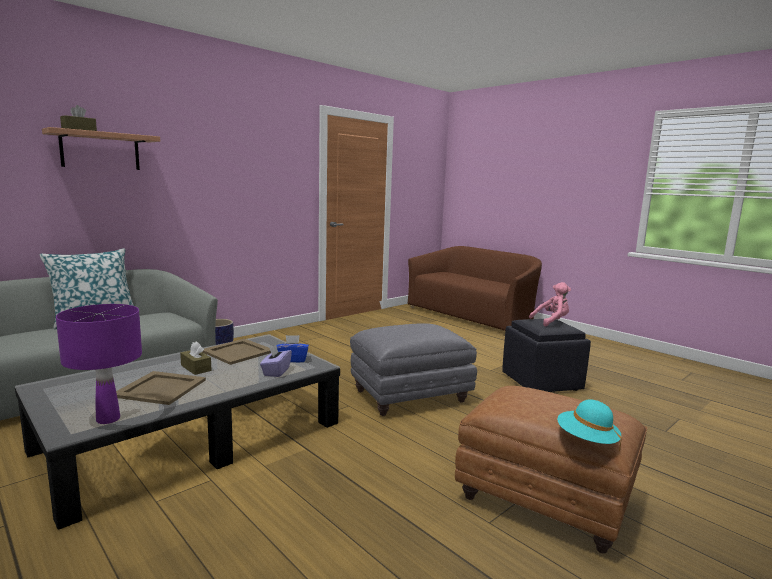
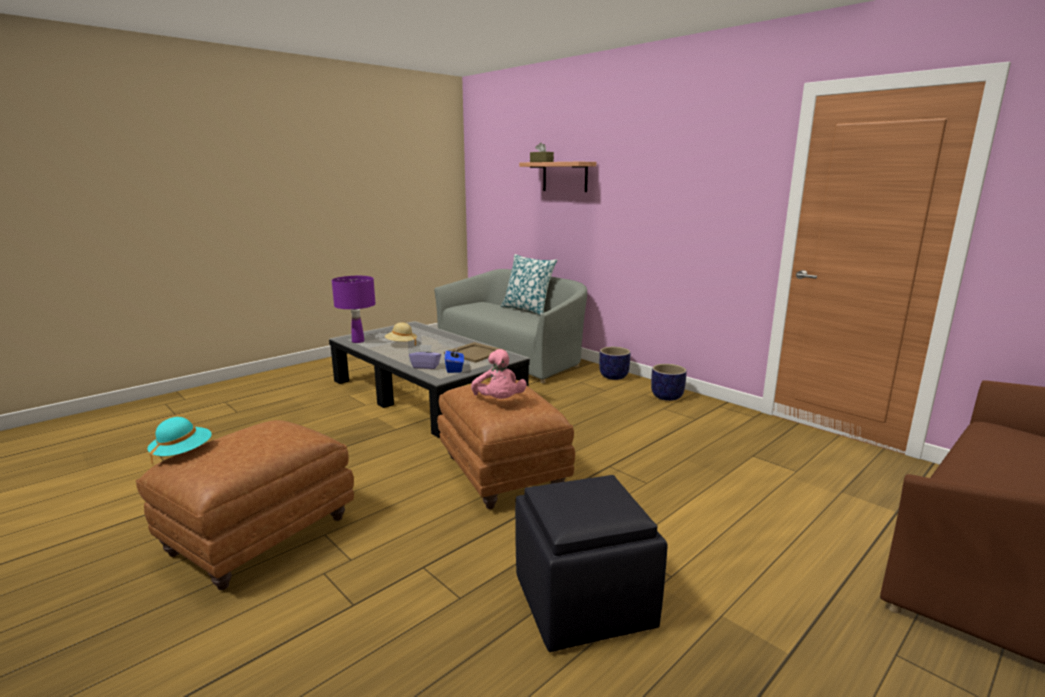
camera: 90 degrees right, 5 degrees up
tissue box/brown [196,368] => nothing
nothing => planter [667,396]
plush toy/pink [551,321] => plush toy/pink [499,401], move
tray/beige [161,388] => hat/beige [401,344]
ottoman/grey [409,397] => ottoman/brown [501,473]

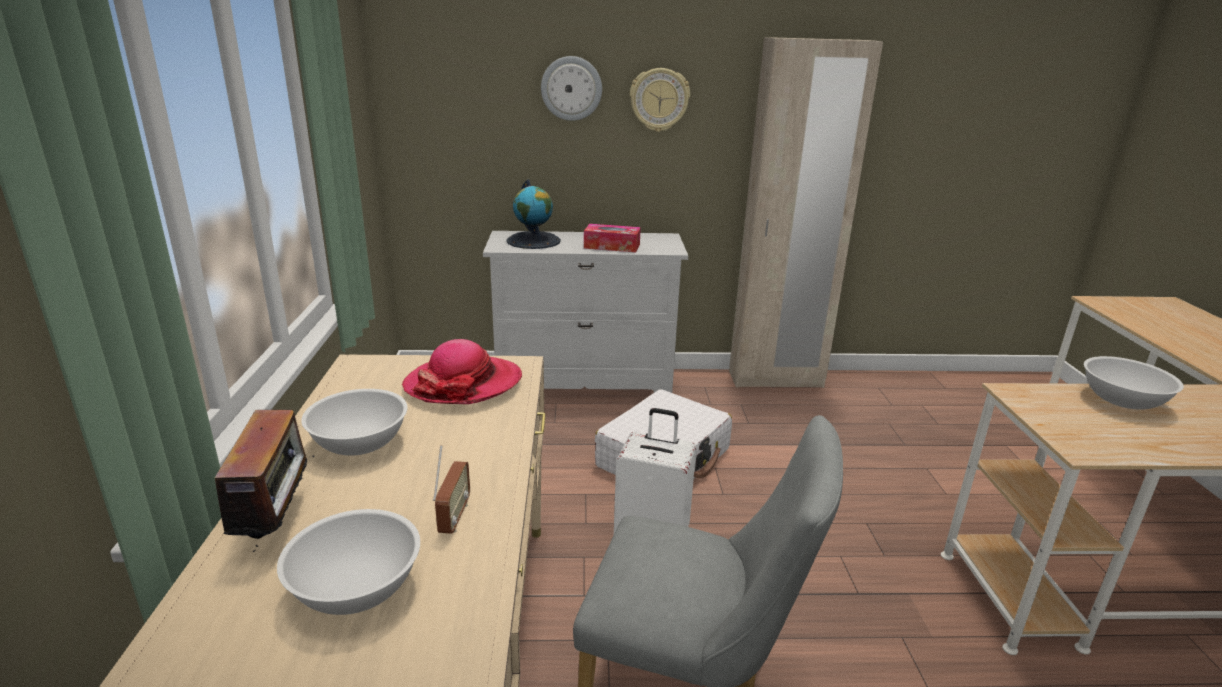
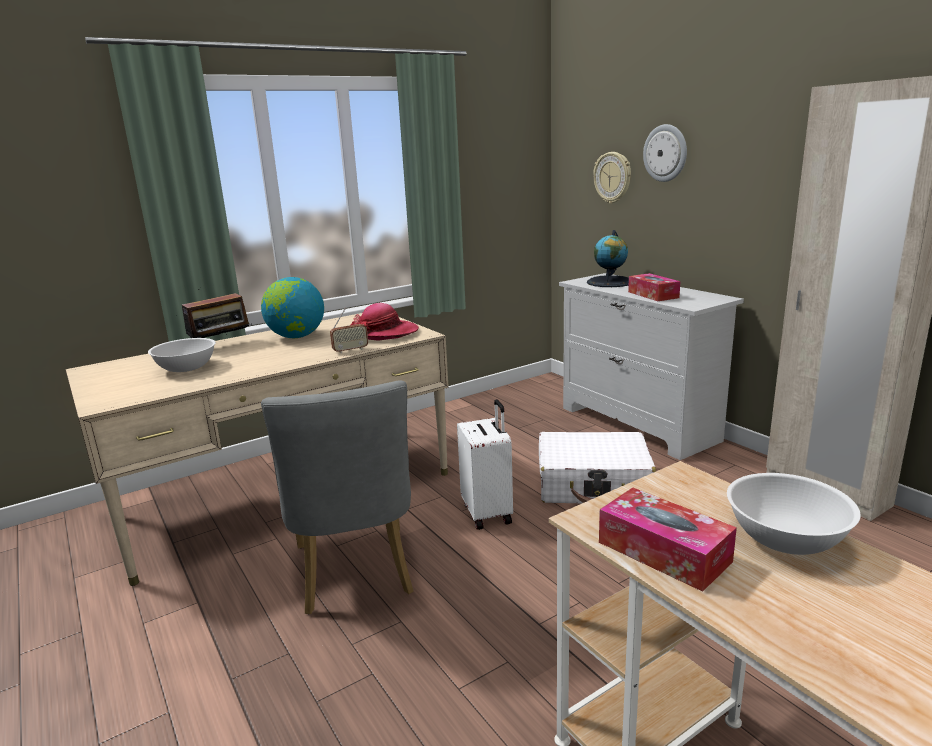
camera: 60 degrees right, 5 degrees down
nothing => tissue box [663,552]
radio [454,518] => radio [350,350], move
wall clock [659,100] => wall clock [613,177], move
bowl/white [359,444] => globe [296,337]

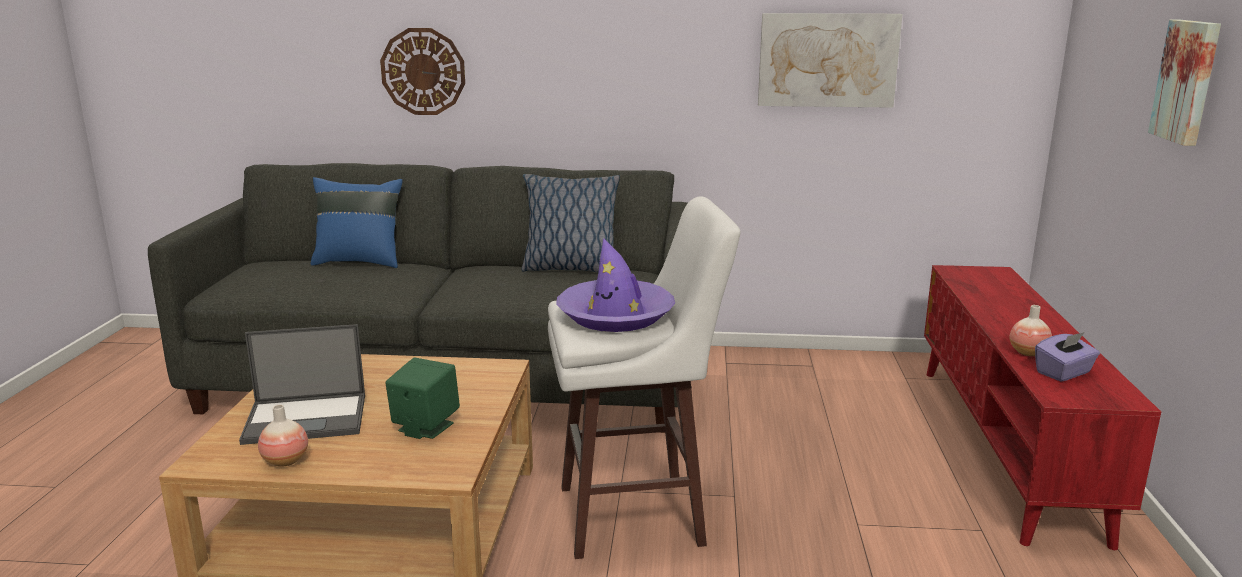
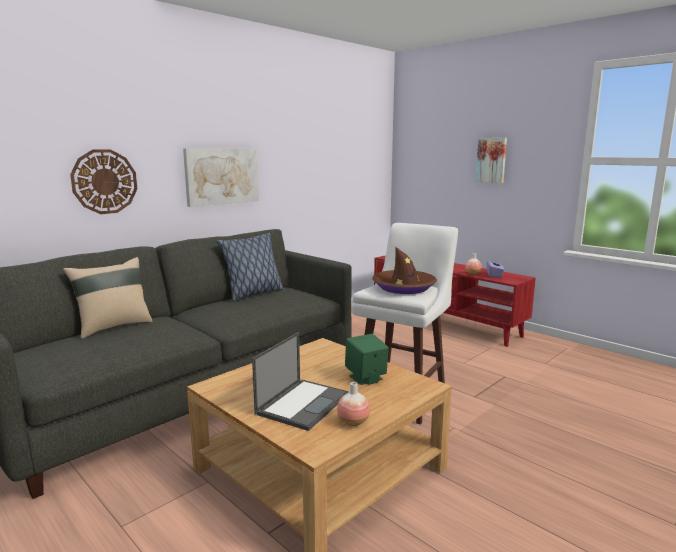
camera: 50 degrees left, 5 degrees down
picture [827,60] => picture [222,176], move
pillow/blue [360,262] => pillow/beige [113,326]
hat/purple [615,316] => hat/brown [404,287]

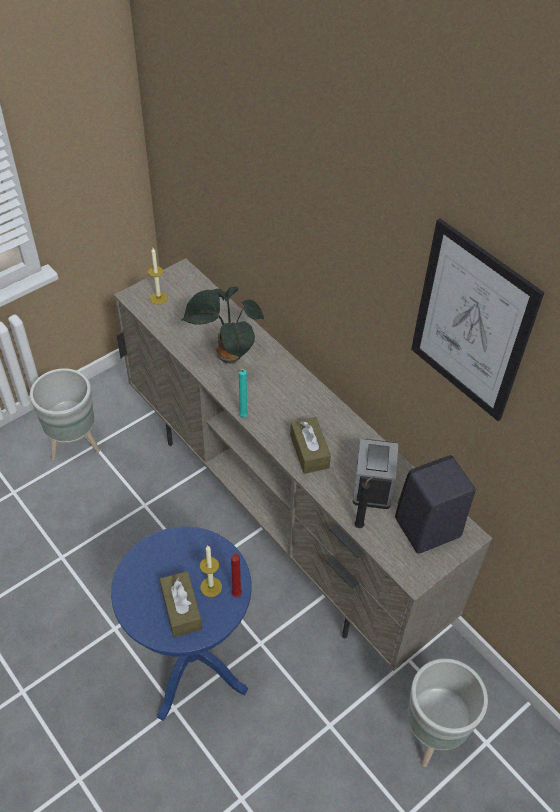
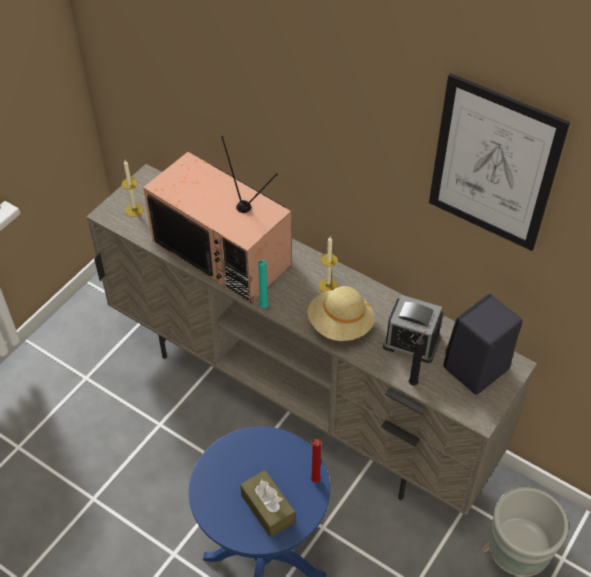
camera: 15 degrees left, 0 degrees up
planter/grey [73,445] => nothing
candle [211,587] => candle [328,285], move
potted plant [226,356] => television [224,252]
tissue box/brown [309,451] => hat/beige [340,325]
alarm clock [372,485] => alarm clock [411,342], 60 degrees counterclockwise

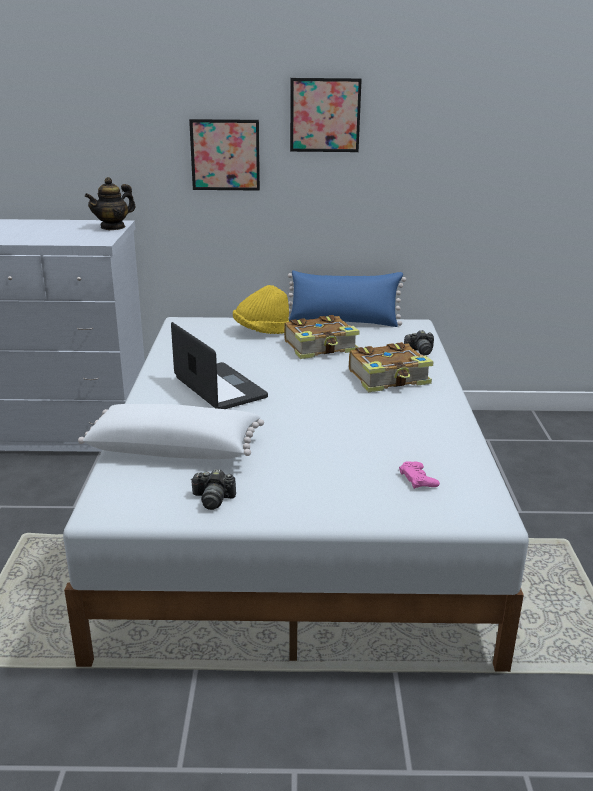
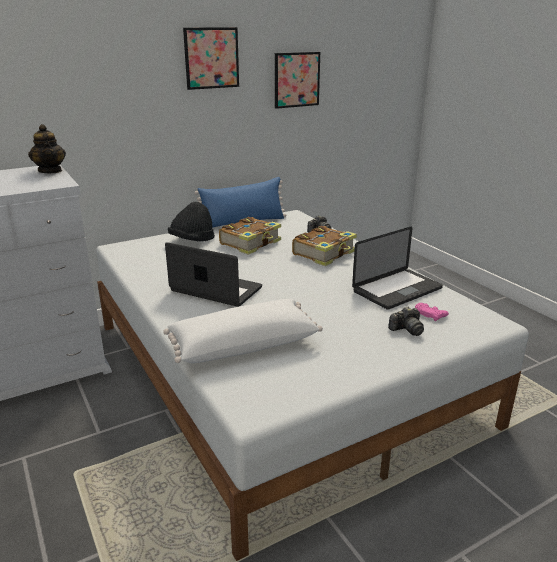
camera: 30 degrees left, 0 degrees up
nothing => laptop [397,290]
picture [225,155] => picture [296,80], move
photo camera [213,499] => photo camera [407,330], move
hat/yellow [262,331] => hat/black [192,241]
teapot [113,227] => teapot [50,171], 45 degrees counterclockwise

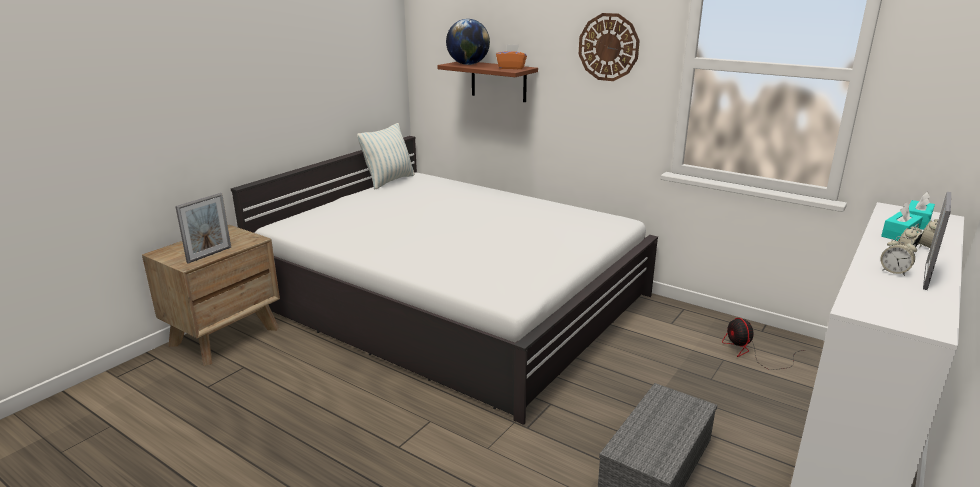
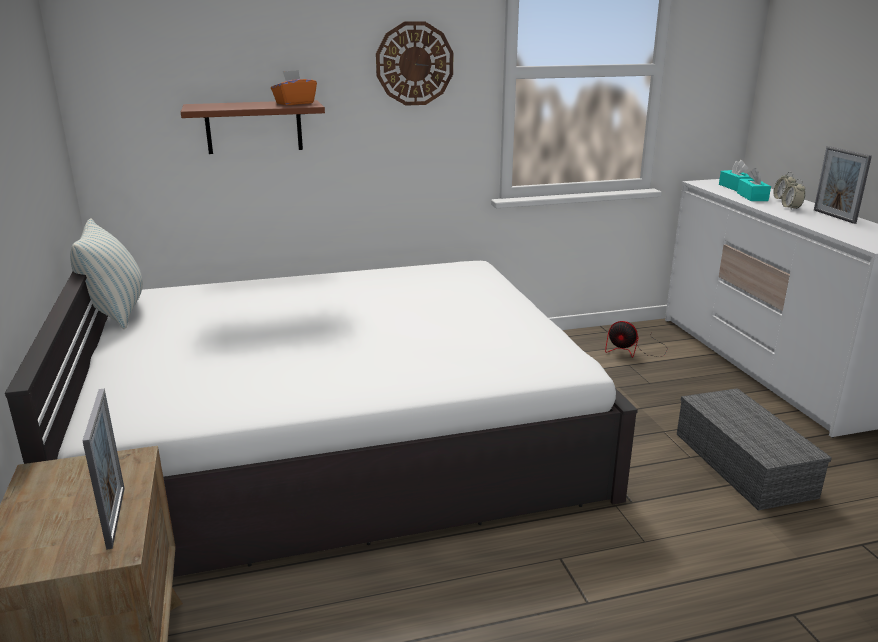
camera: 50 degrees left, 0 degrees up
globe [468,64] => nothing
alarm clock [894,272] => nothing

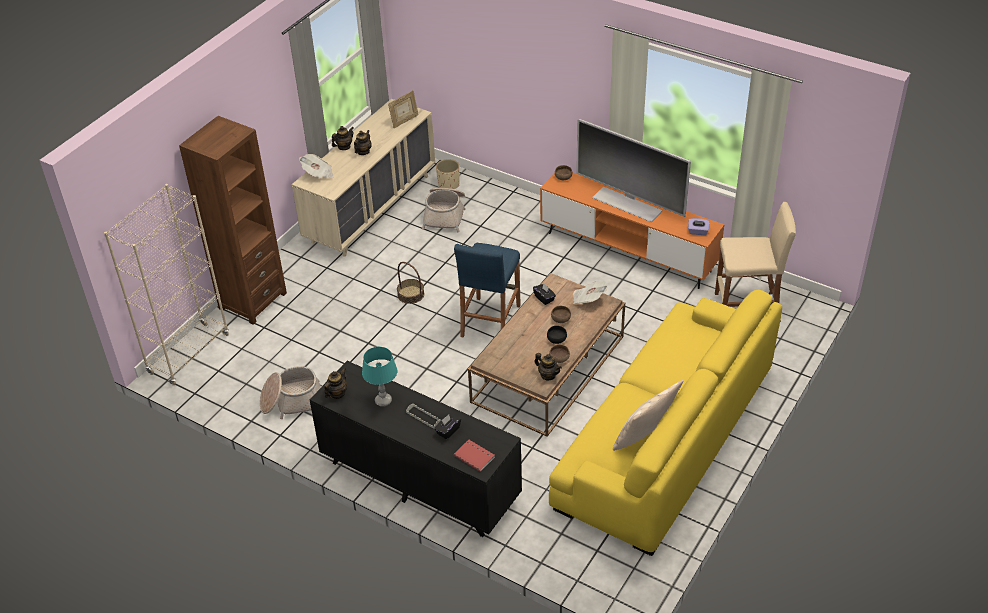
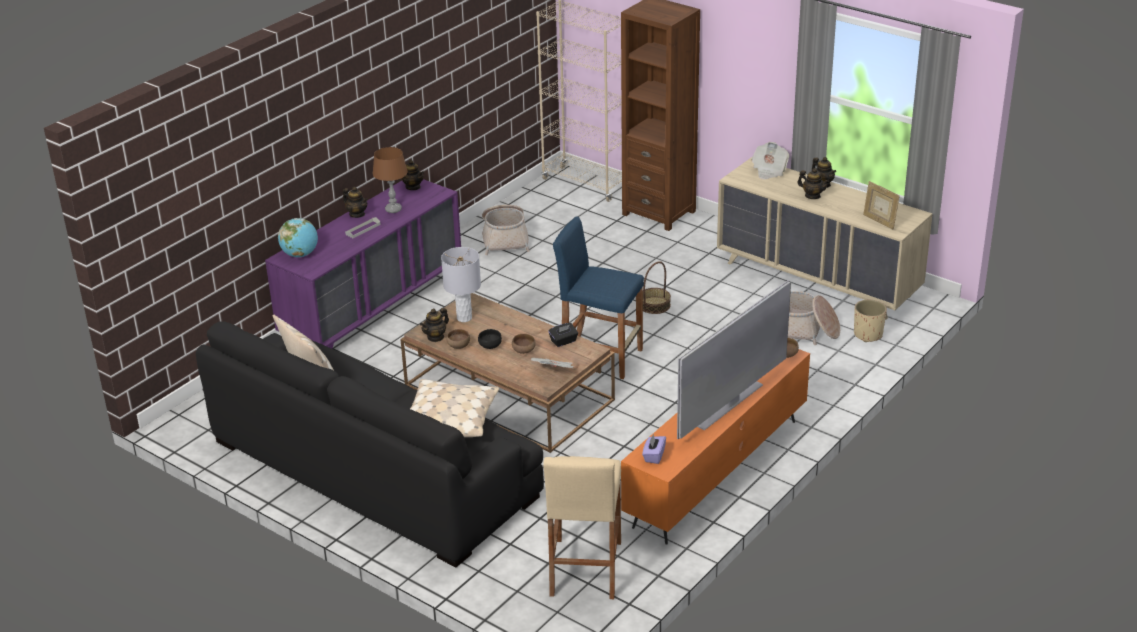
camera: 95 degrees right, 10 degrees down
tissue box/black [448,431] => nothing
nothing => teapot [357,214]
nothing => pillow/beige [450,418]
nothing => table lamp/grey [464,318]
book/red [475,456] => globe [300,255]
dresser/black [419,481] => dresser/purple [373,308]
table lamp/turquoise [383,401] => table lamp/brown [393,209]
sofa/yellow [665,438] => sofa/black [374,469]

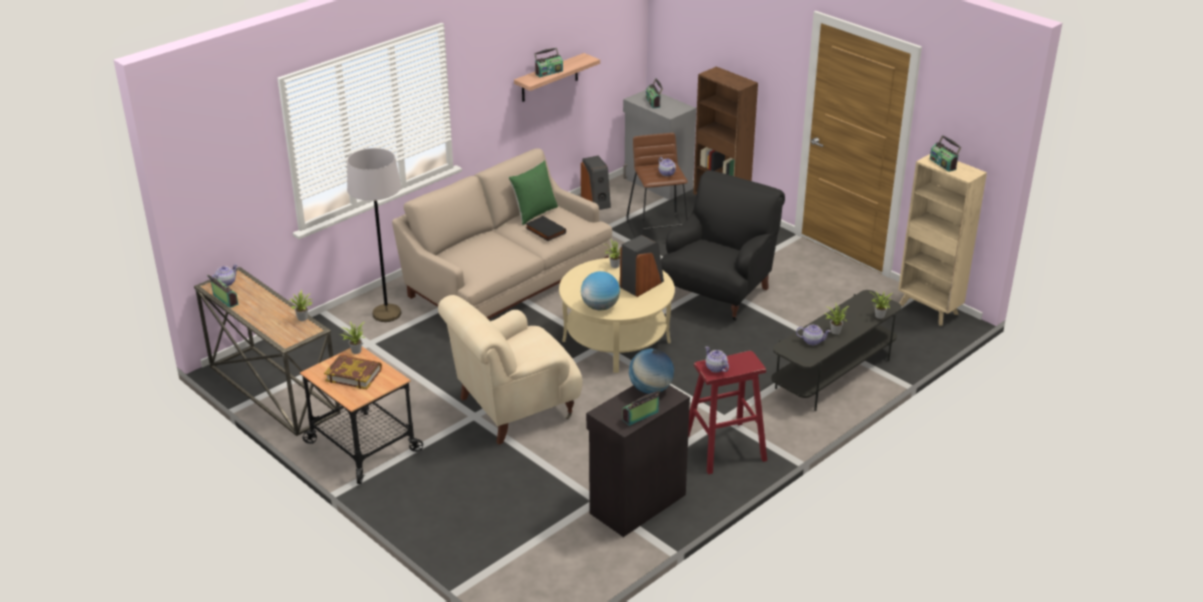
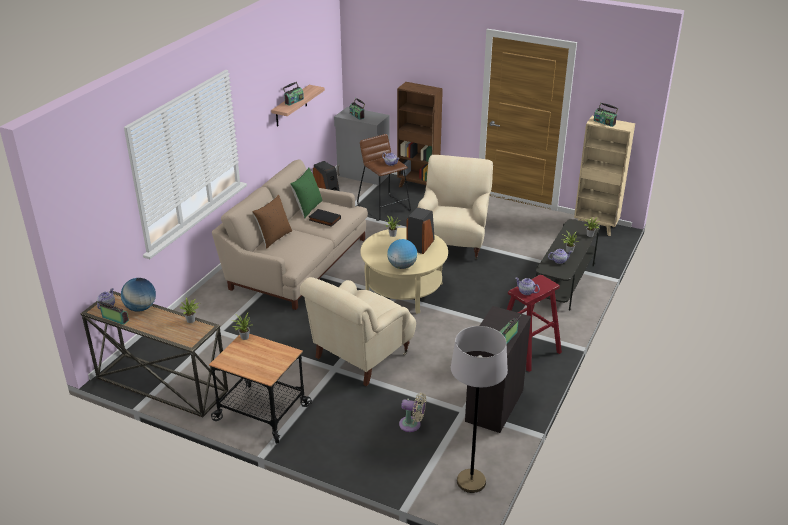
camera: 20 degrees left, 0 degrees up
book [354,375] => nothing
nothing => pillow/brown [274,238]
nothing => fan/beige [412,425]
floor lamp/grey [387,314] => floor lamp/grey [471,482], move
globe [651,389] => globe [141,308], move
armchair/black [719,293] => armchair/beige [453,242]

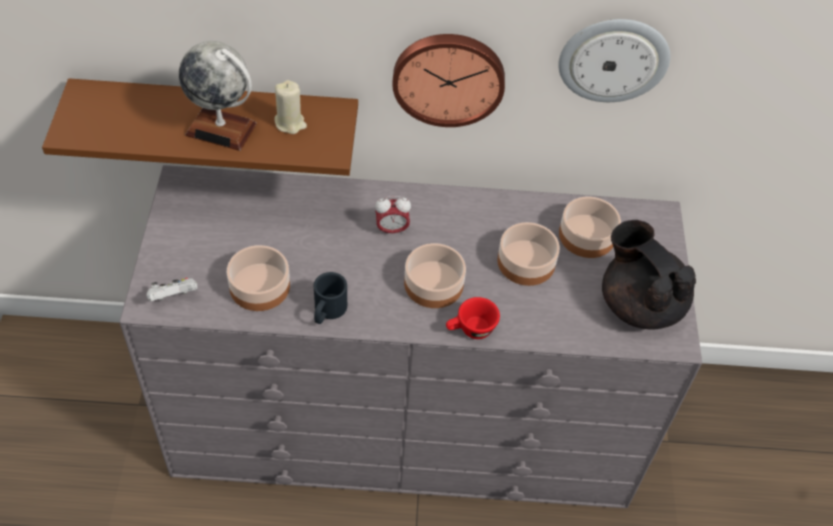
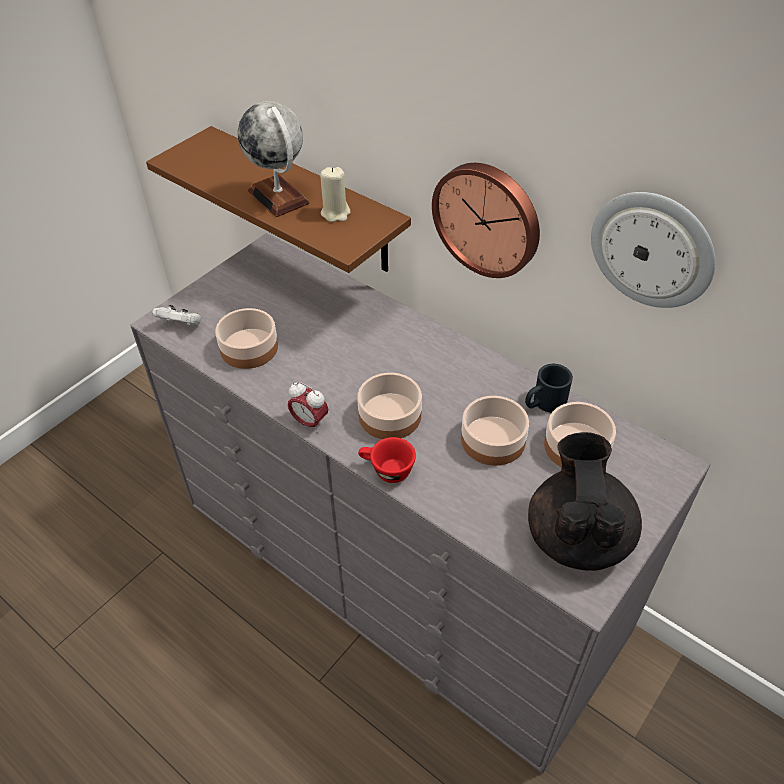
camera: 40 degrees right, 5 degrees down
mug/black [327,311] => mug/black [544,403], move
alarm clock [392,230] => alarm clock [309,422], move

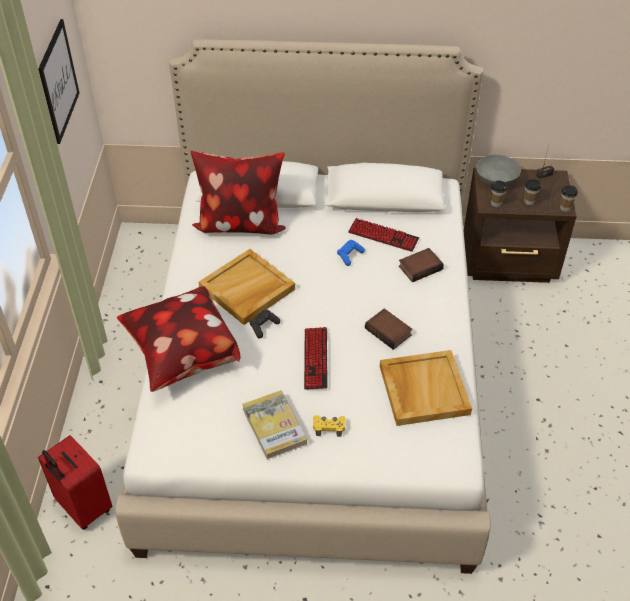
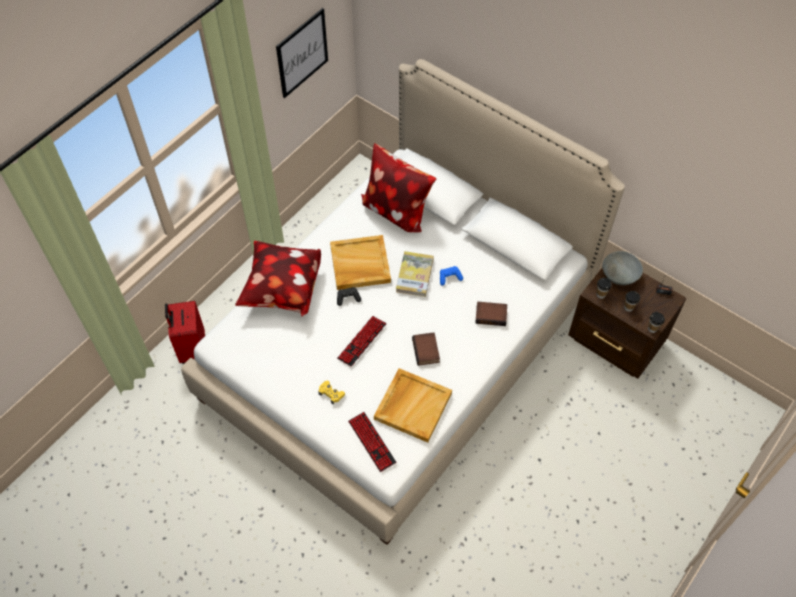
camera: 35 degrees right, 10 degrees up
book [274,426] => book [414,275], move
keyboard [383,236] => keyboard [372,442], move

